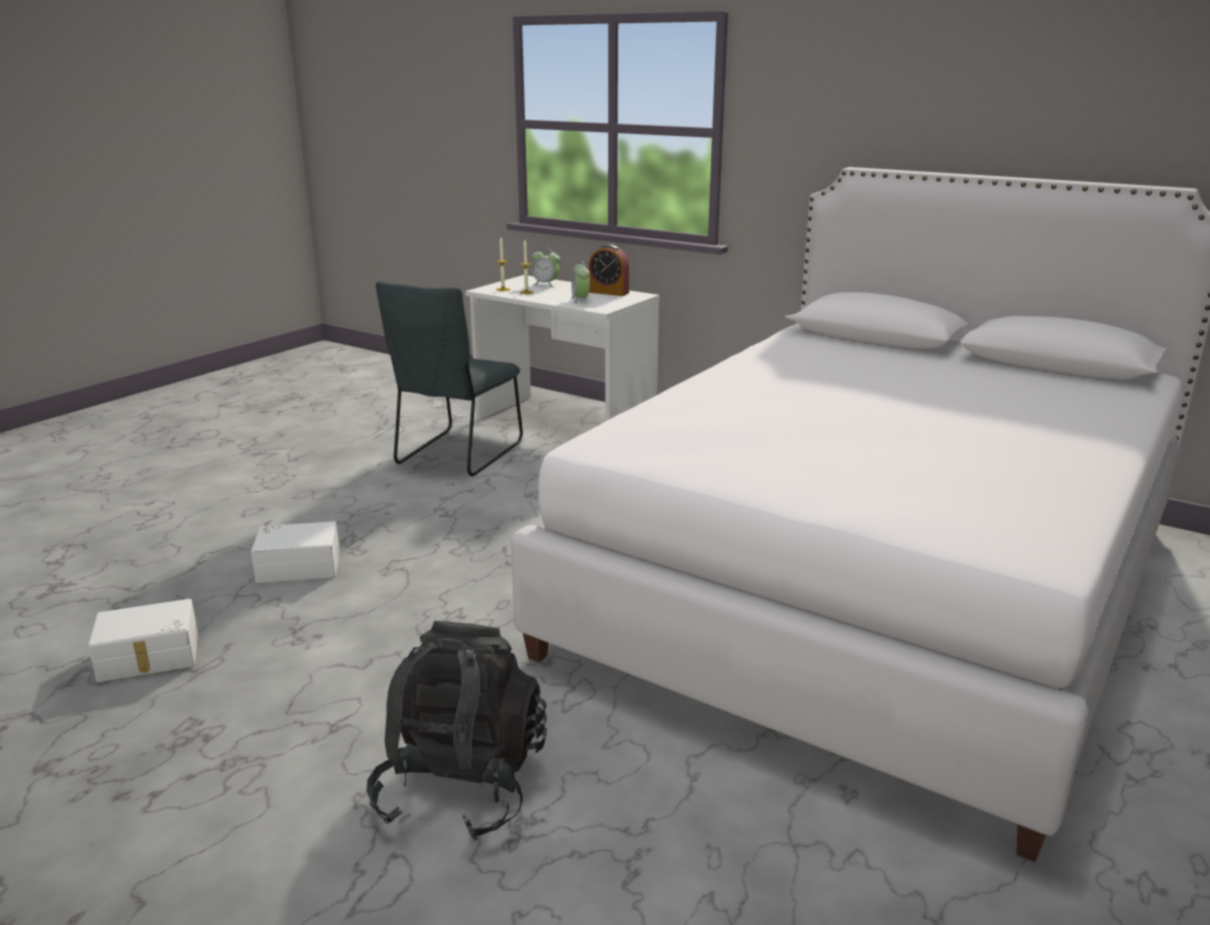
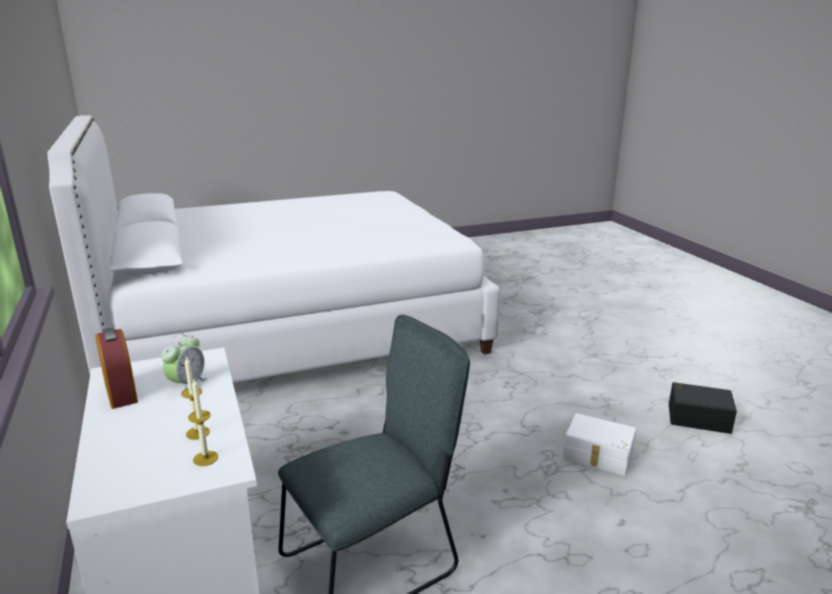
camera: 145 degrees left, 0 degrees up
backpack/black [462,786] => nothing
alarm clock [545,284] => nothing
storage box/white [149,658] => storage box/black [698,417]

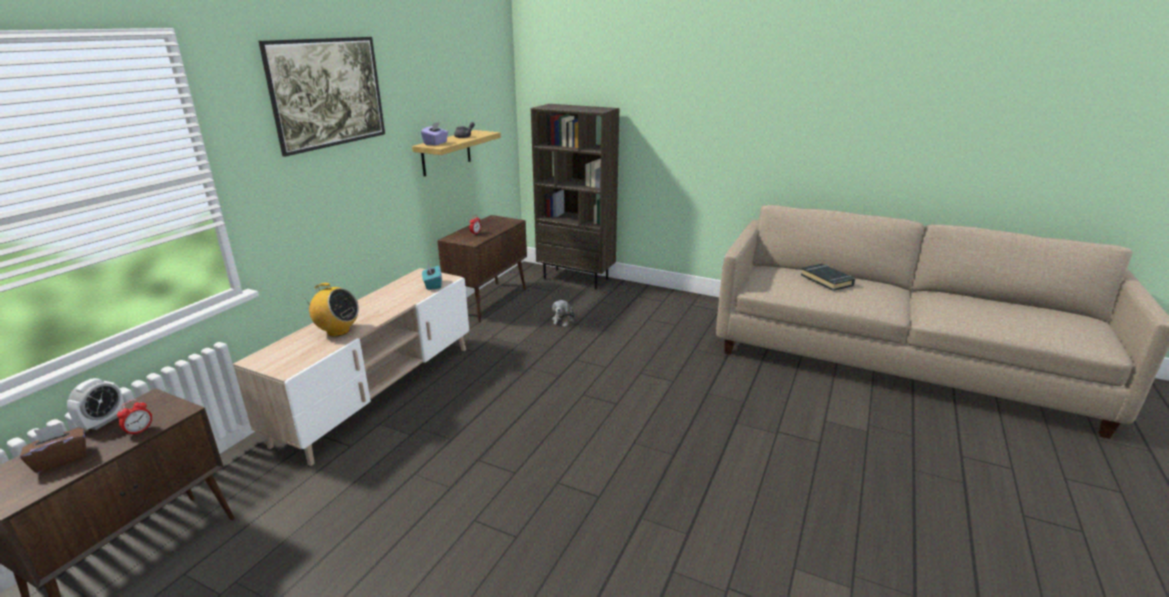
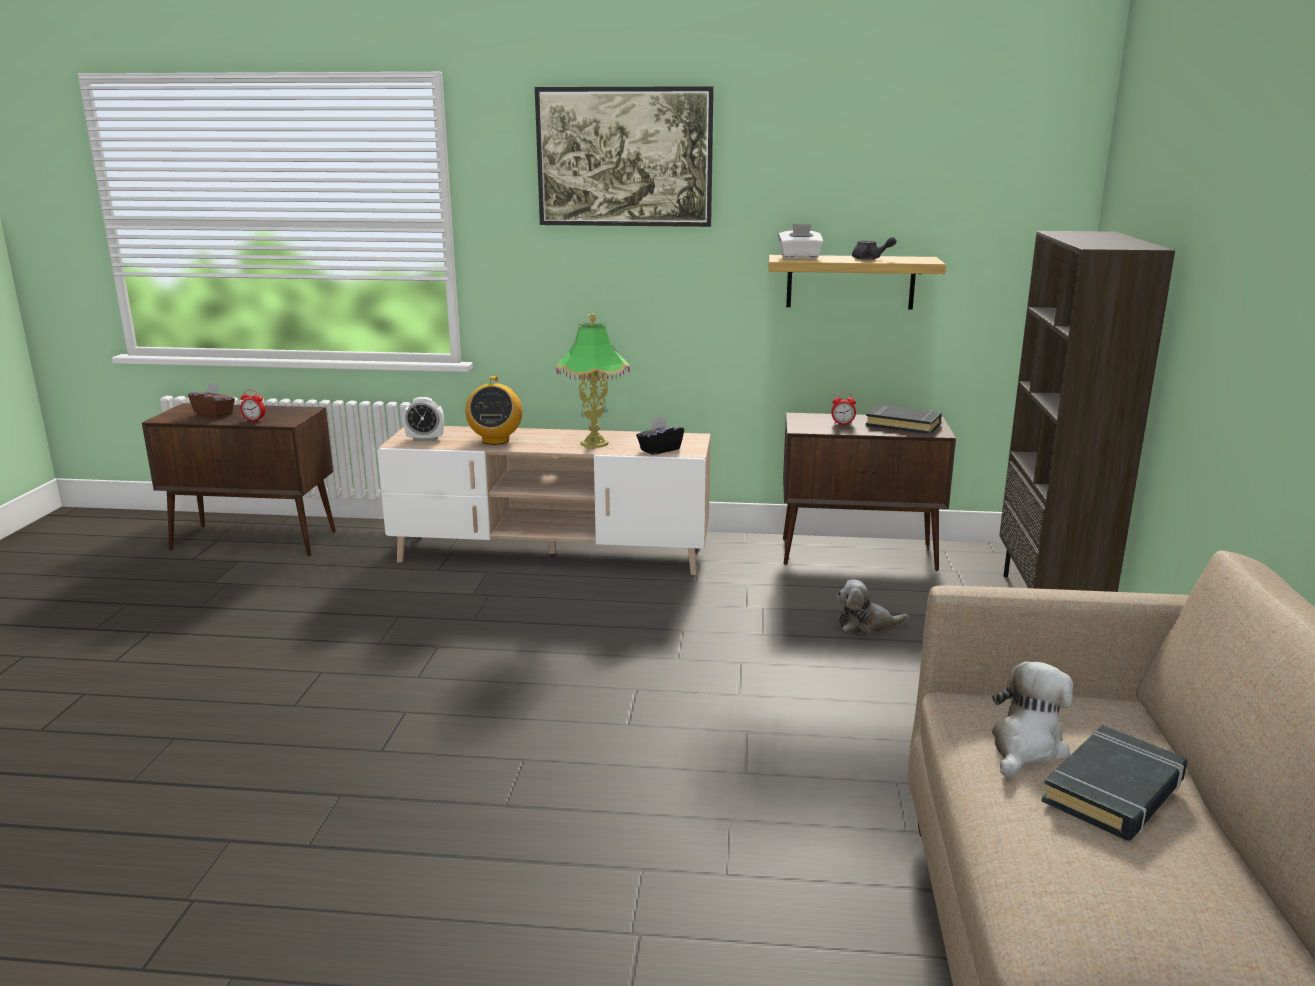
camera: 70 degrees right, 5 degrees down
nothing => table lamp [594,443]
nothing => book/black [903,425]
nothing => plush toy [1026,747]
alarm clock [103,421] => alarm clock [425,439], move
tissue box/purple [436,143] => tissue box/white [800,257]
tissue box/turquoise [432,285] => tissue box/black [659,450]

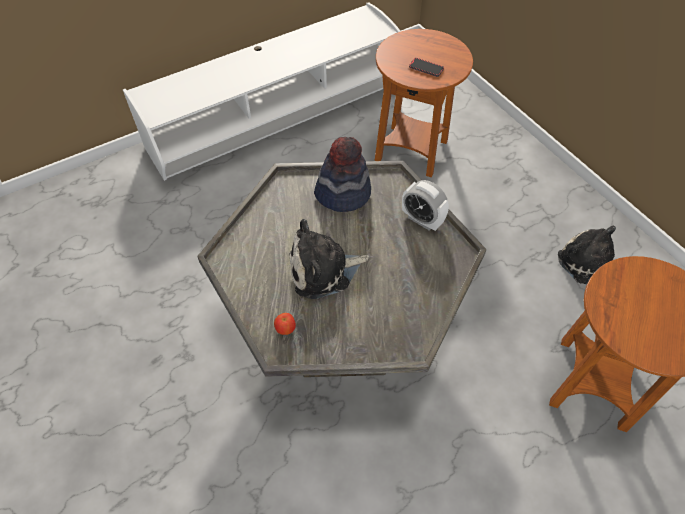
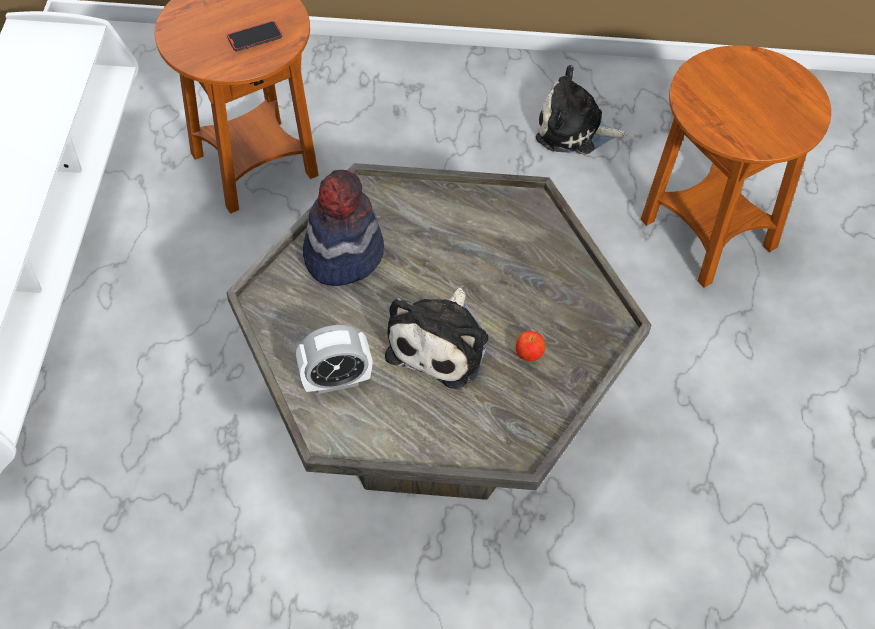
camera: 55 degrees left, 0 degrees up
apple [285,329] => apple [529,354], move
alarm clock [422,220] => alarm clock [336,381], move

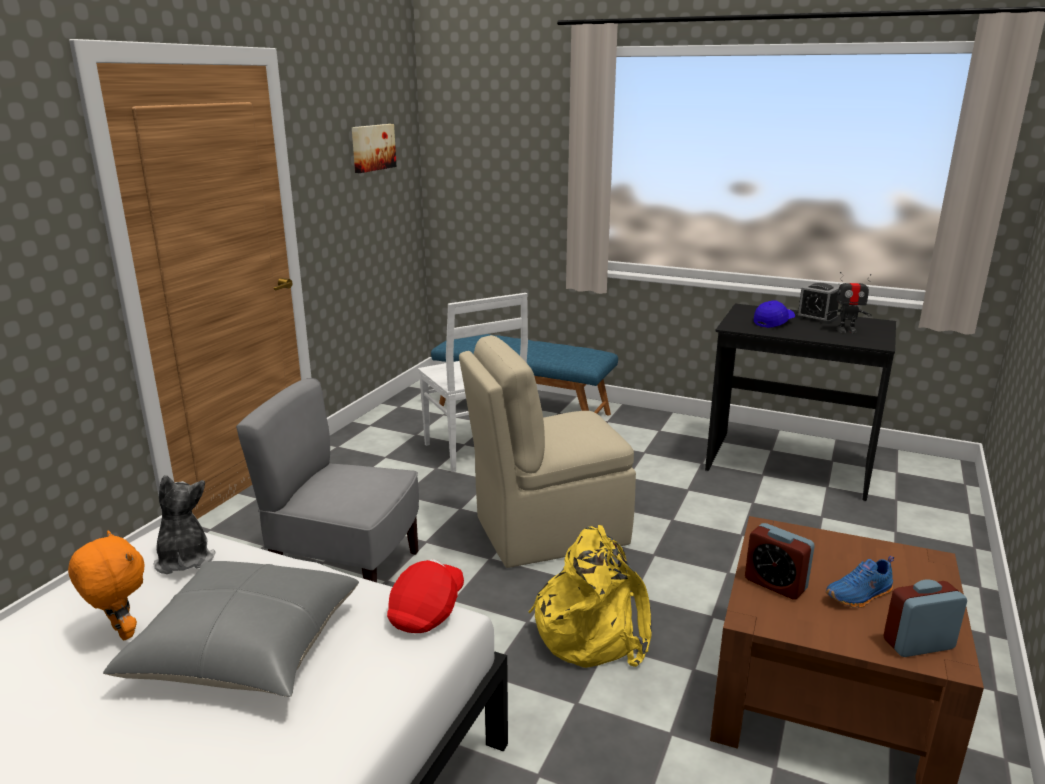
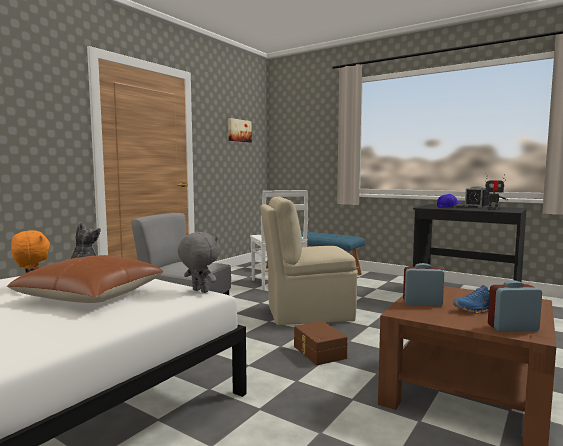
camera: 10 degrees right, 15 degrees down
cap/red [427,611] => plush toy/grey [199,291]
backpack/yellow [592,630] => storage box/brown [318,352]
pillow/grey [246,649] => pillow/brown [91,296]
alarm clock [775,584] => alarm clock [422,303], 135 degrees clockwise

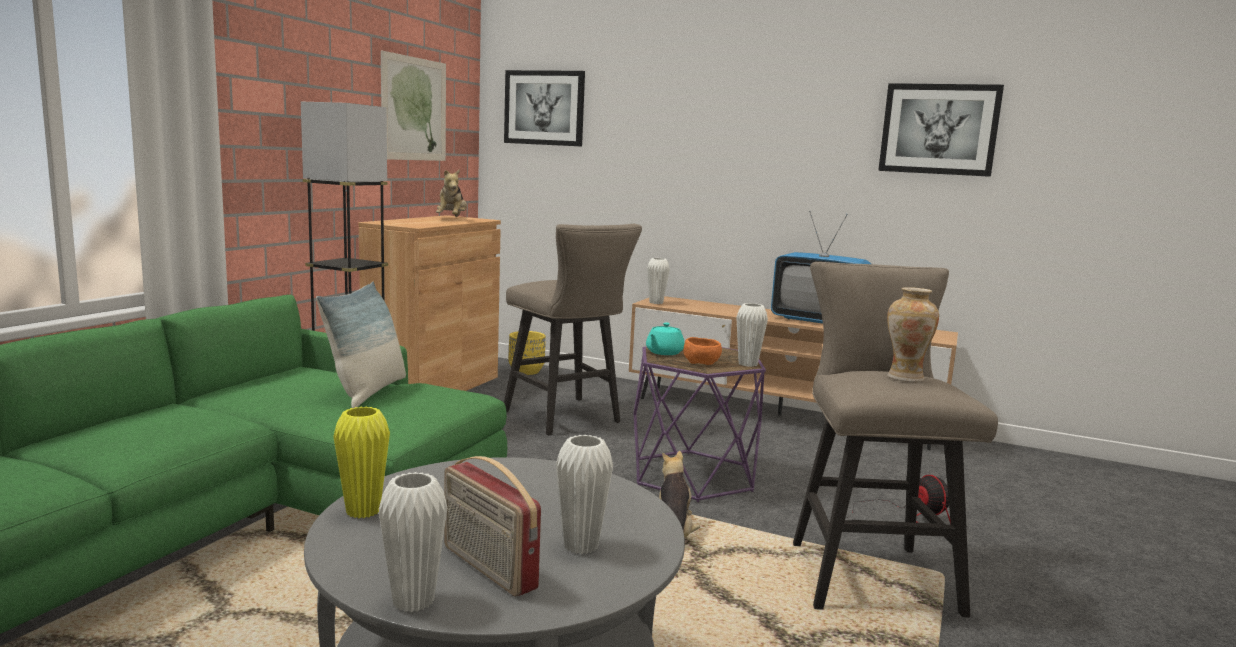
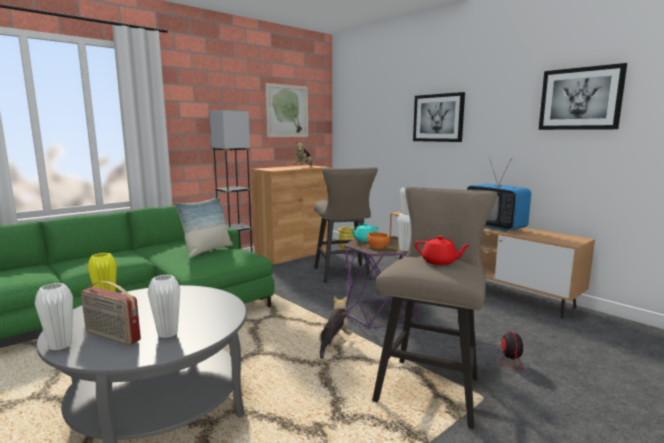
camera: 25 degrees right, 0 degrees up
picture [544,108] => picture [438,118], move
vase [905,378] => teapot/red [439,262]
radio [487,568] => radio [112,336], 45 degrees counterclockwise

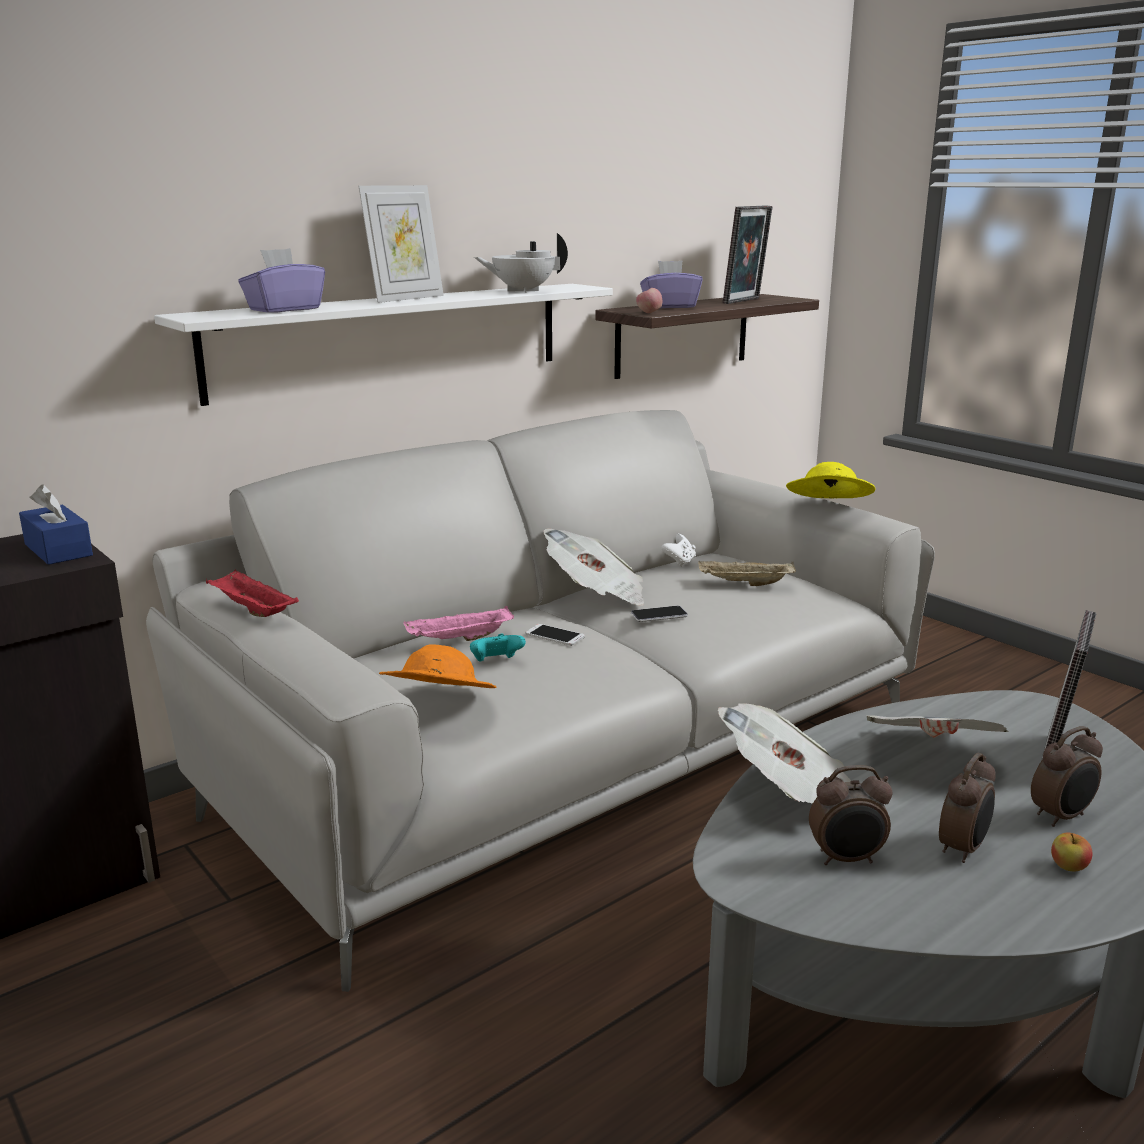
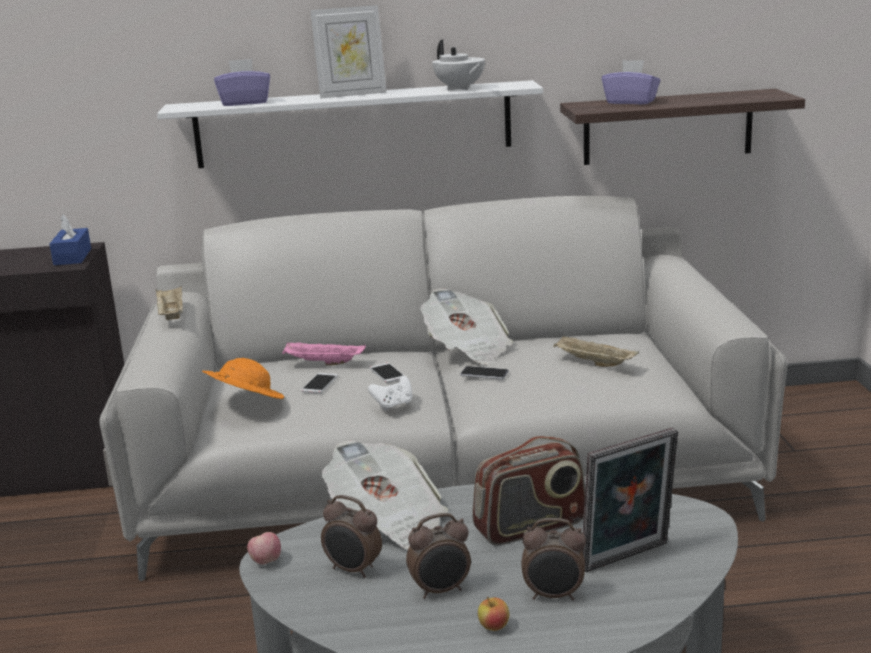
camera: 35 degrees right, 0 degrees up
picture frame [745,301] => nothing
hat/yellow [827,508] => nothing
apple [649,313] => apple [266,561], move
game controller/white [679,562] => game controller/white [393,405], move
game controller/turquoise [496,662] => phone [319,384]
newspaper [929,757] => radio [530,527]
tray/red [252,610] => tray/beige [171,315]
teapot/white [522,291] => teapot/white [459,88], 150 degrees counterclockwise

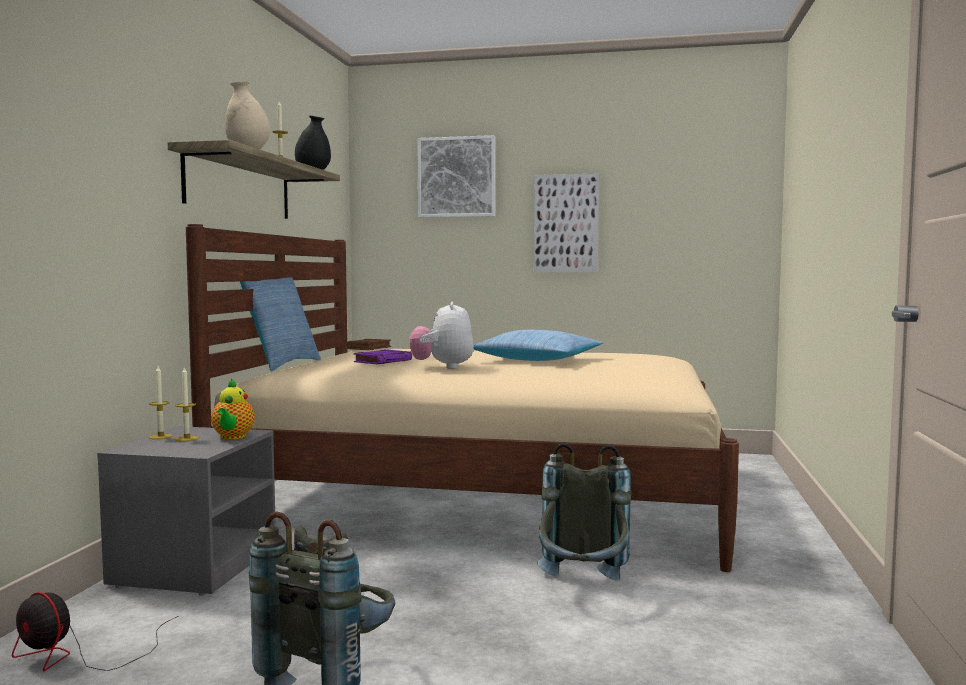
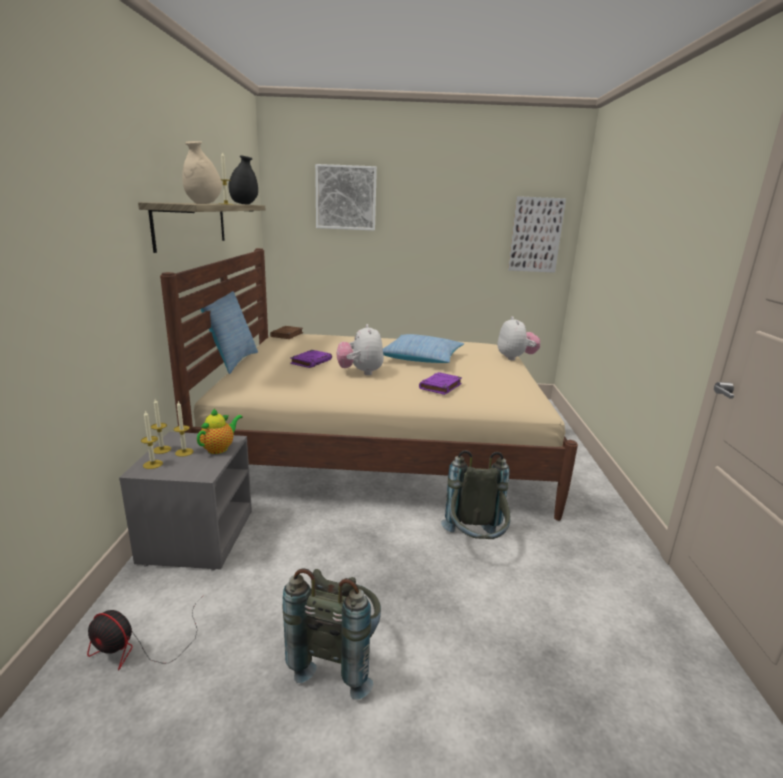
camera: 10 degrees left, 15 degrees up
nothing => candle [153,464]
nothing => book/purple [440,386]
nothing => plush toy [515,358]
picture [566,223] => picture [536,235], move
teapot [232,437] => teapot [219,448], 135 degrees counterclockwise

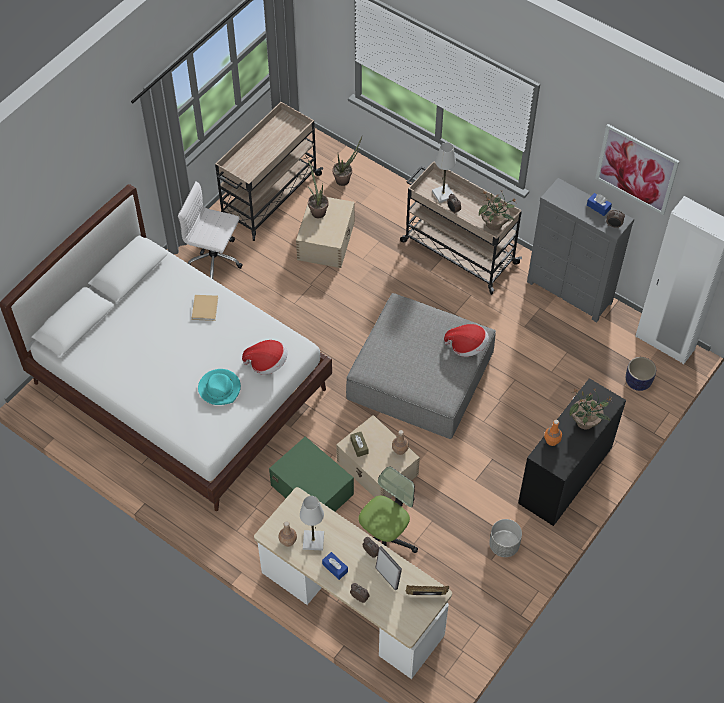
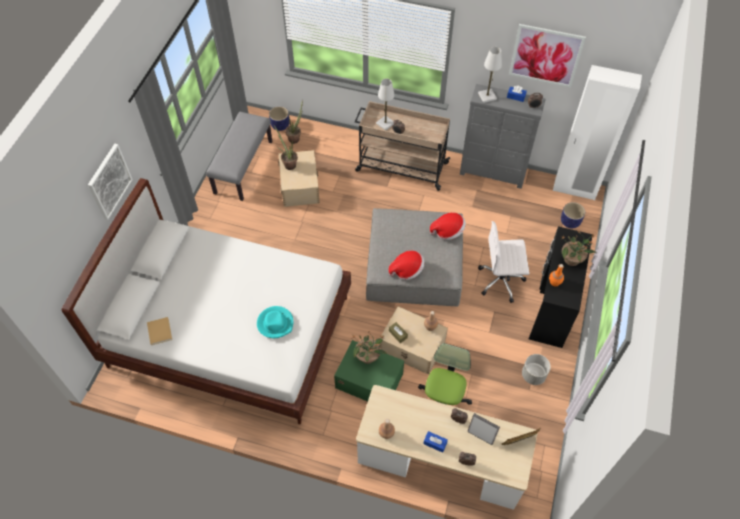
camera: 20 degrees left, 0 degrees up
nothing => picture [109,181]
nothing => planter [280,125]
office chair/white [215,260] => office chair/white [501,281], move
book/beige [205,307] => book/beige [159,331], move
hat [267,363] => hat [407,270], move
table lamp/white [313,540] => table lamp/white [487,96], move
potted plant [494,224] => potted plant [368,357], move
cart/beige [268,197] => bench/grey [243,167]

